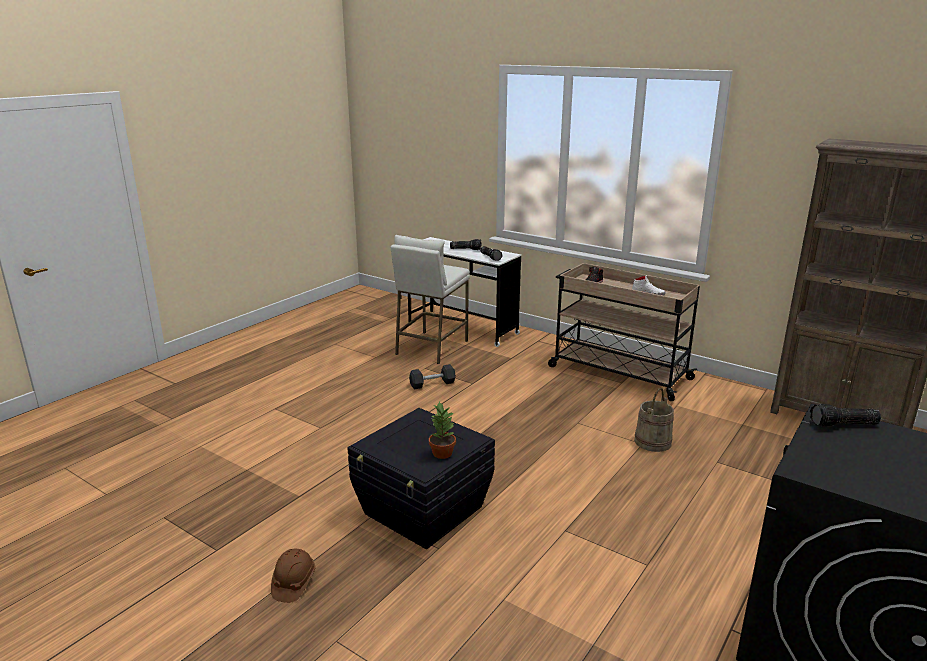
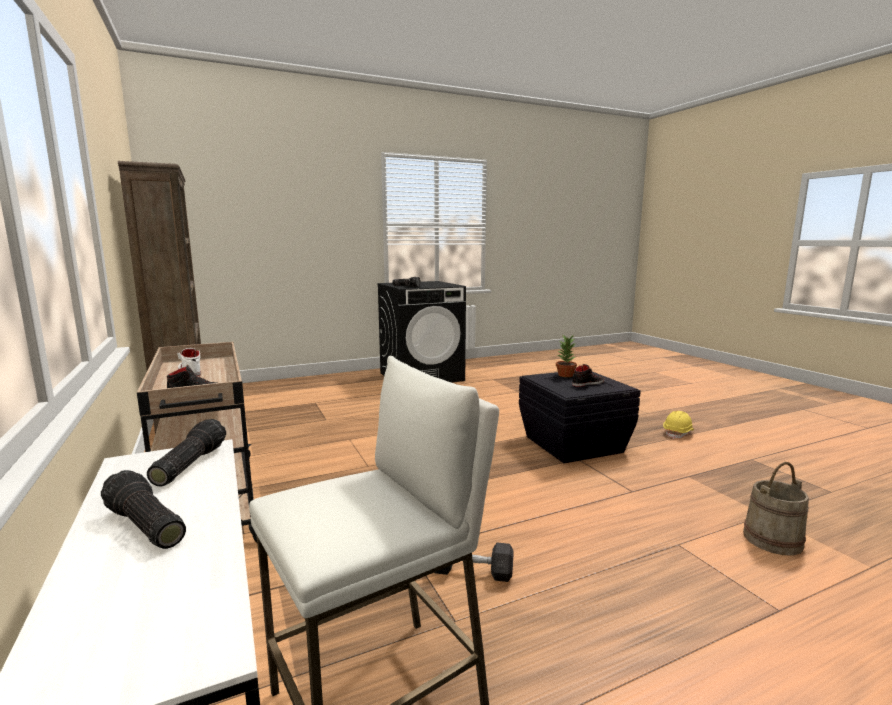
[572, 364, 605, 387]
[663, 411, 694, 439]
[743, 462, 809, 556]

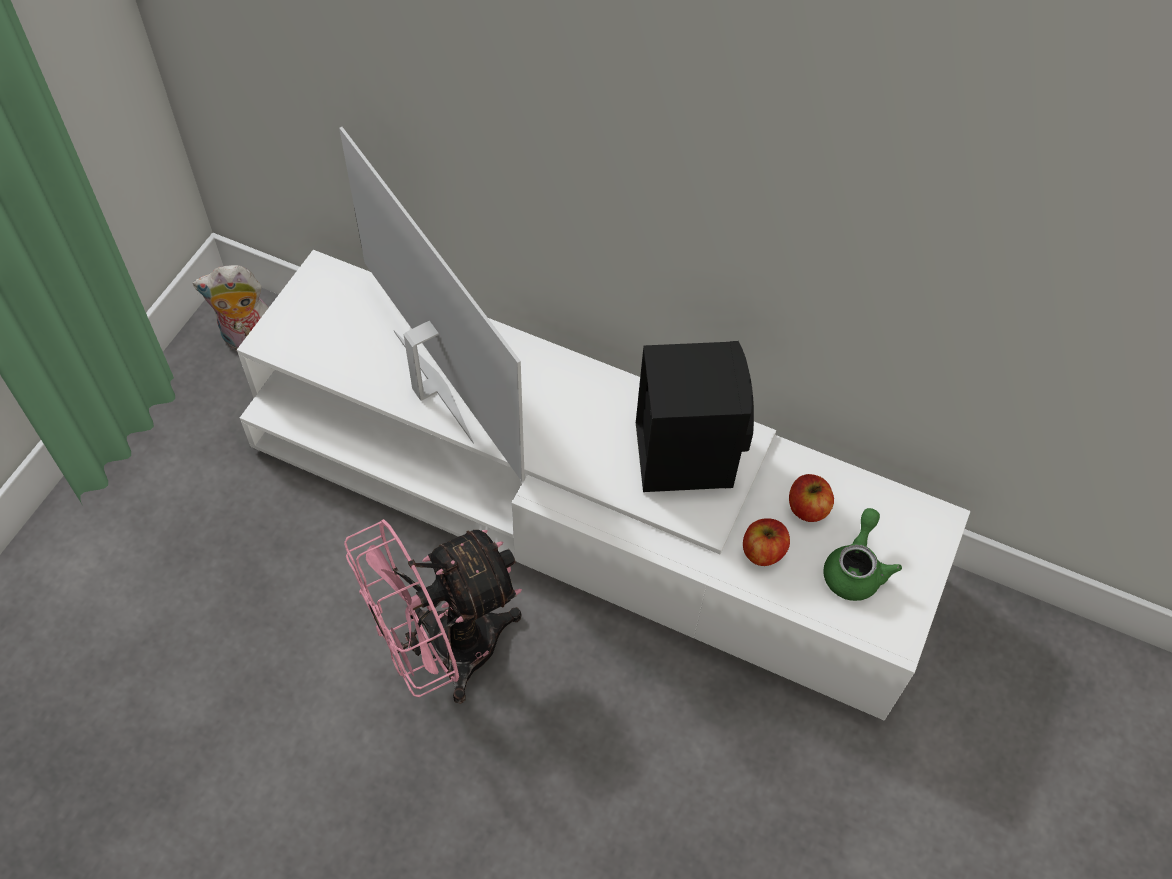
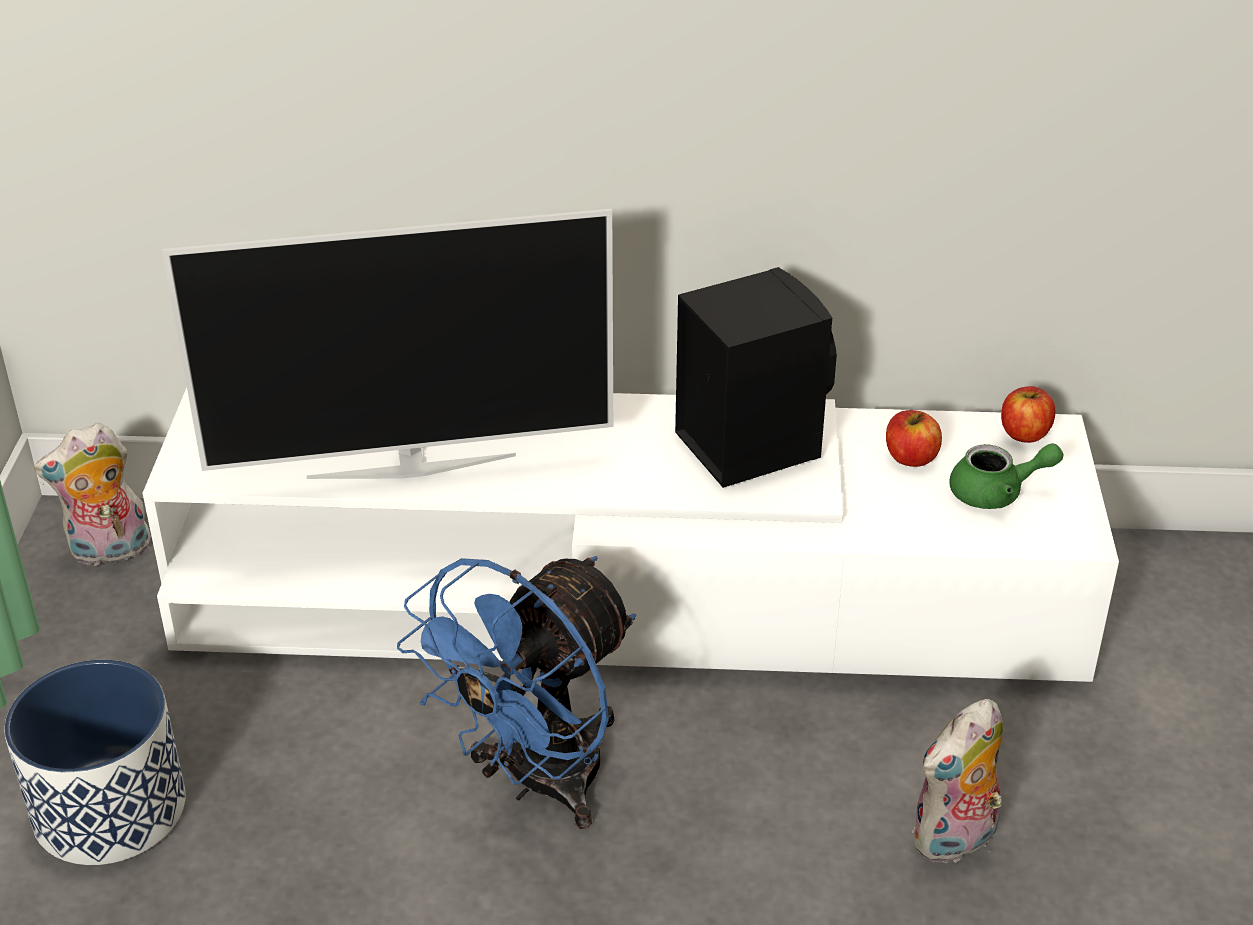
[4, 660, 186, 865]
[162, 209, 613, 479]
[397, 556, 636, 829]
[912, 699, 1003, 865]
[949, 443, 1063, 509]
[1001, 386, 1055, 443]

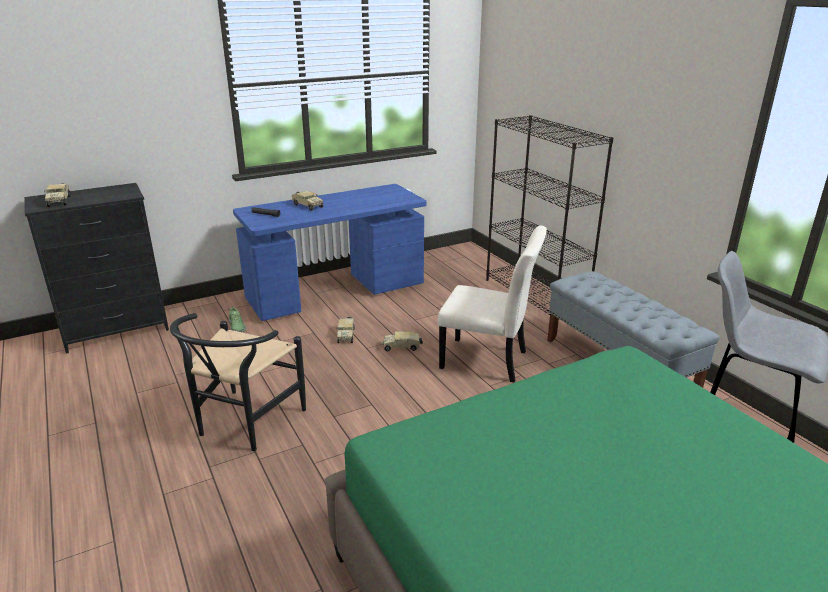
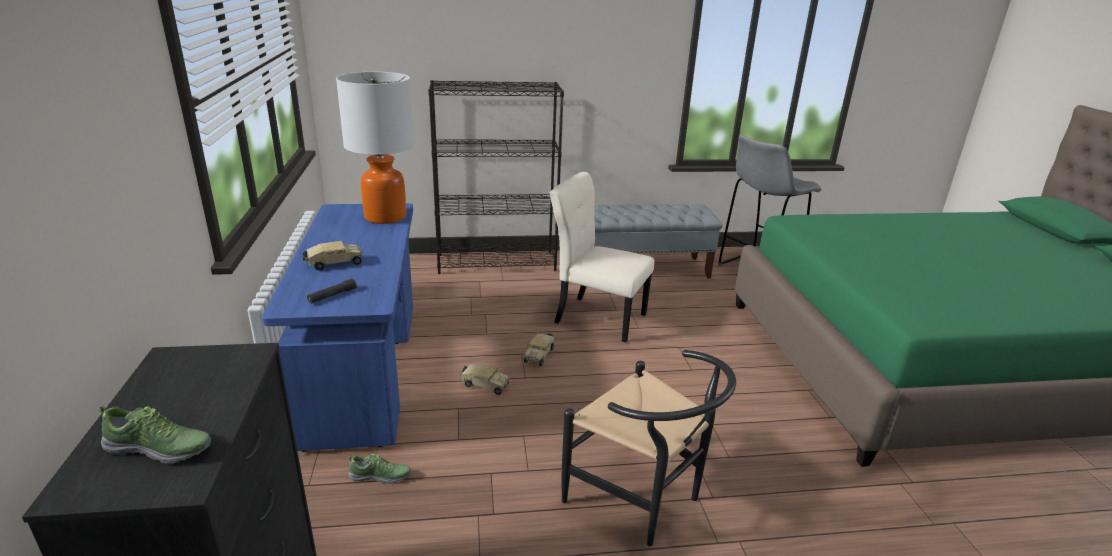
[98, 405, 211, 463]
[336, 72, 414, 224]
[549, 172, 655, 343]

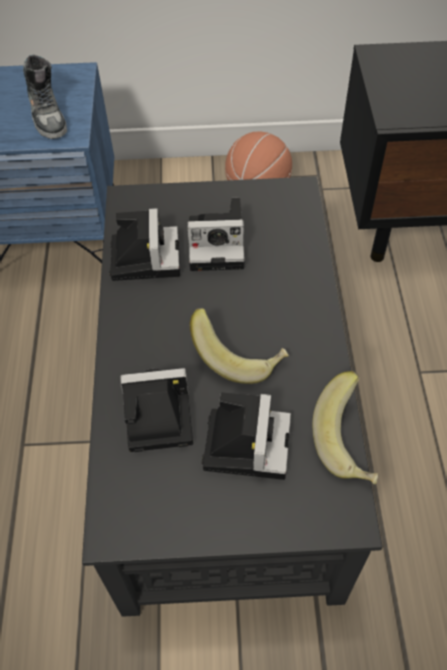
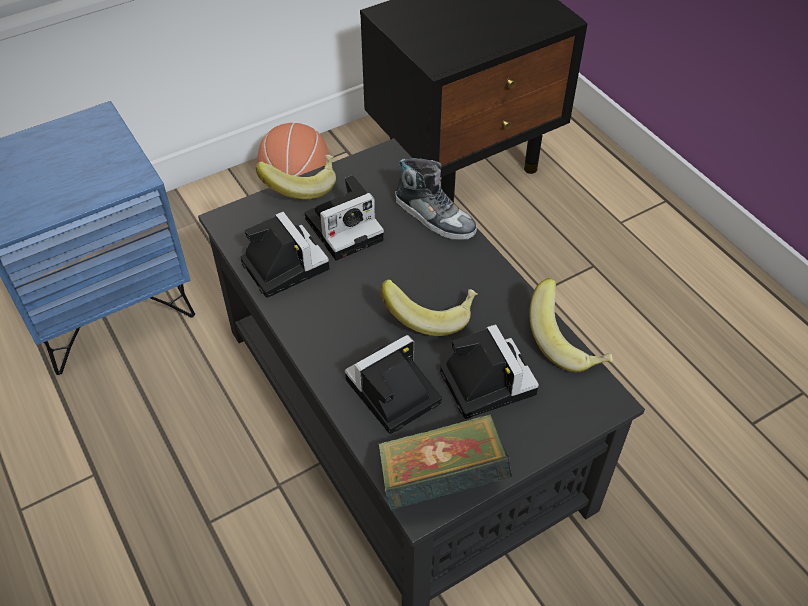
[256, 155, 336, 199]
[379, 414, 512, 511]
[395, 158, 477, 240]

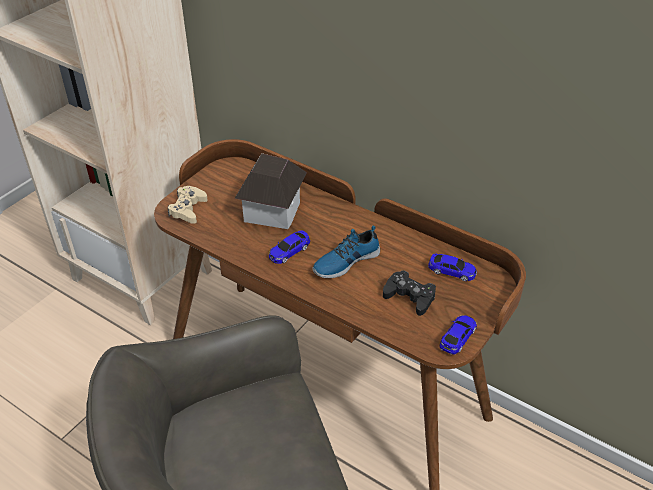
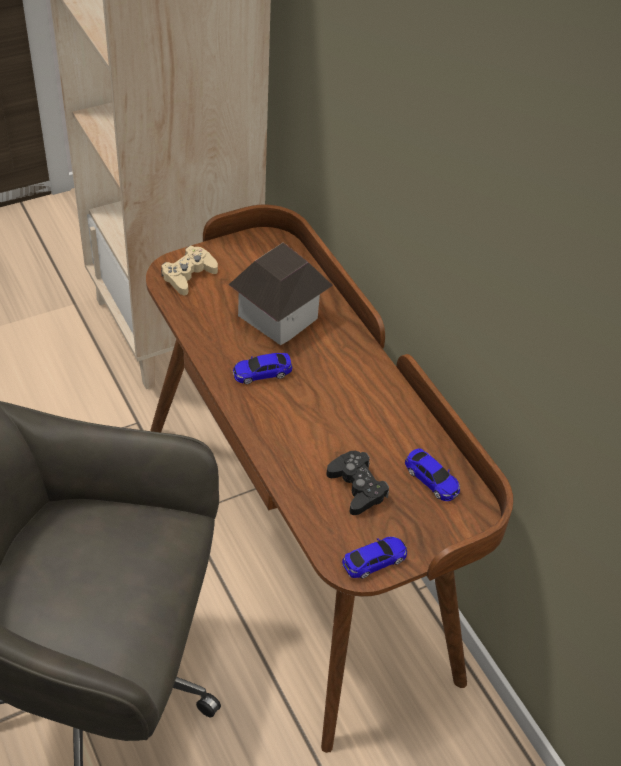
[312, 225, 380, 278] (first image)

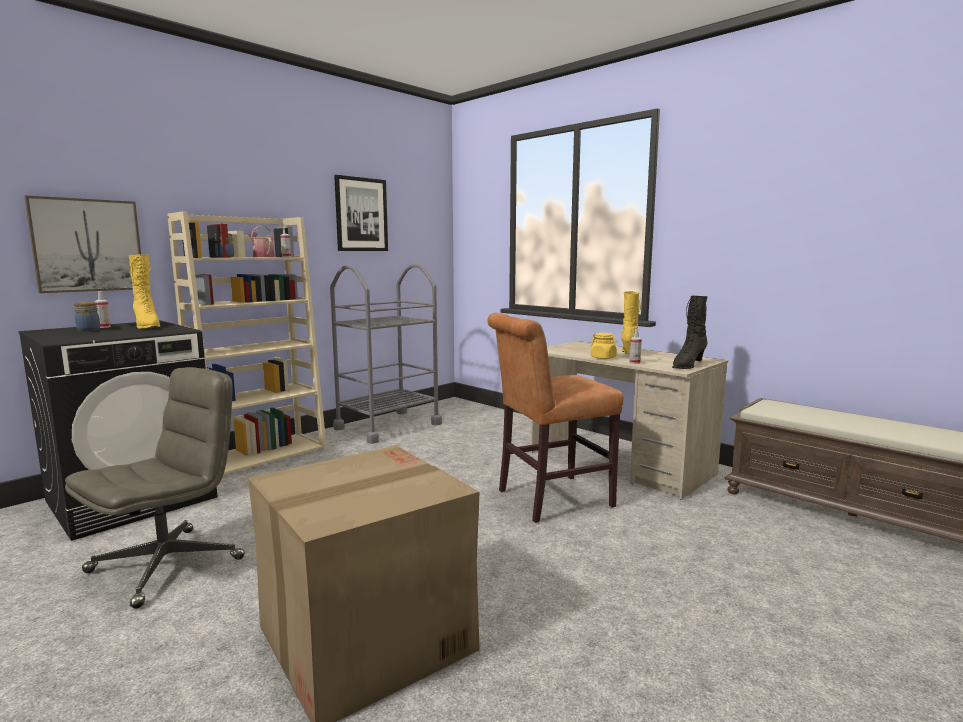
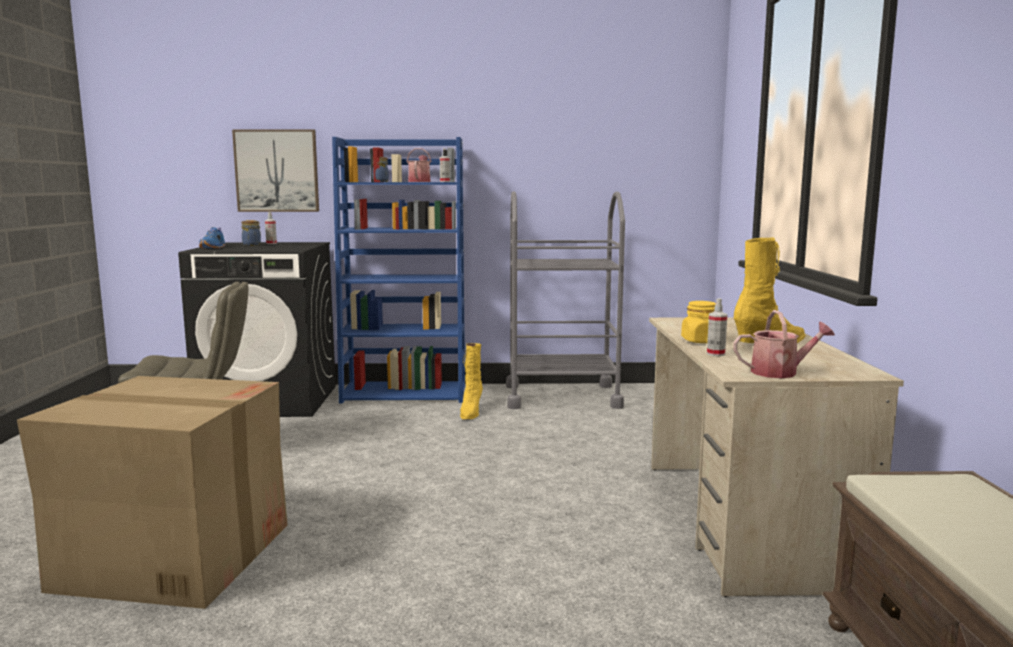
[199, 227, 225, 248]
[332, 137, 465, 403]
[460, 343, 483, 420]
[733, 310, 835, 378]
[334, 175, 388, 251] (first image)
[487, 313, 624, 523] (first image)

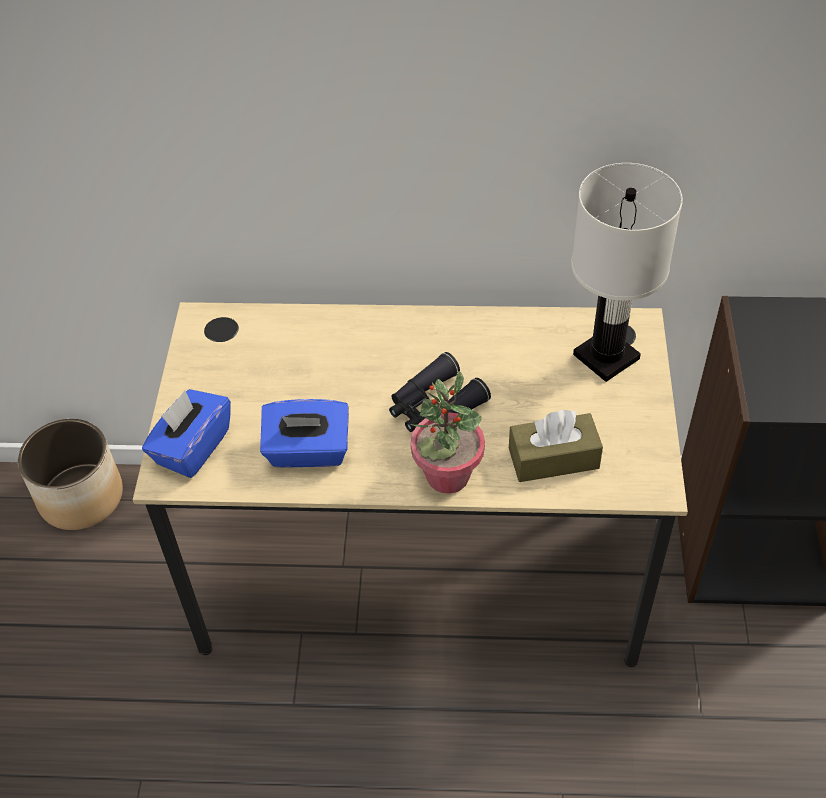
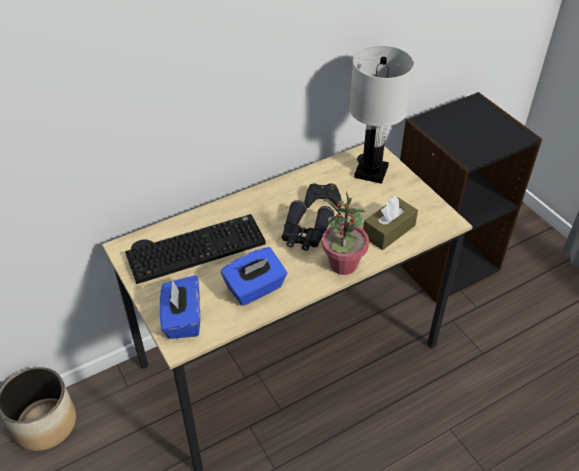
[125, 214, 266, 284]
[305, 183, 342, 209]

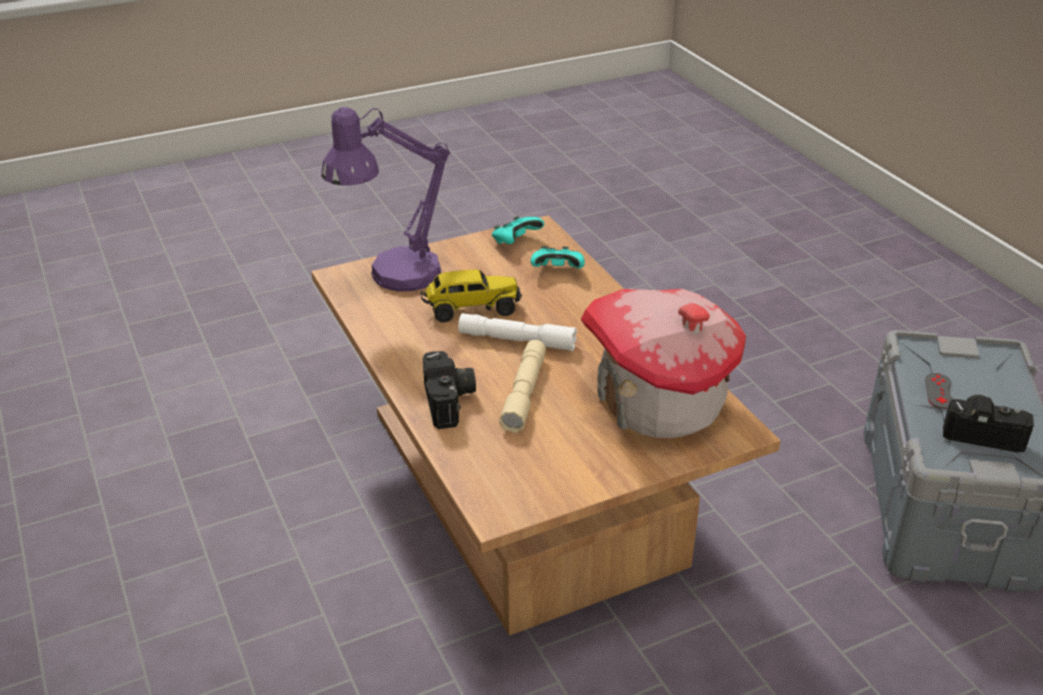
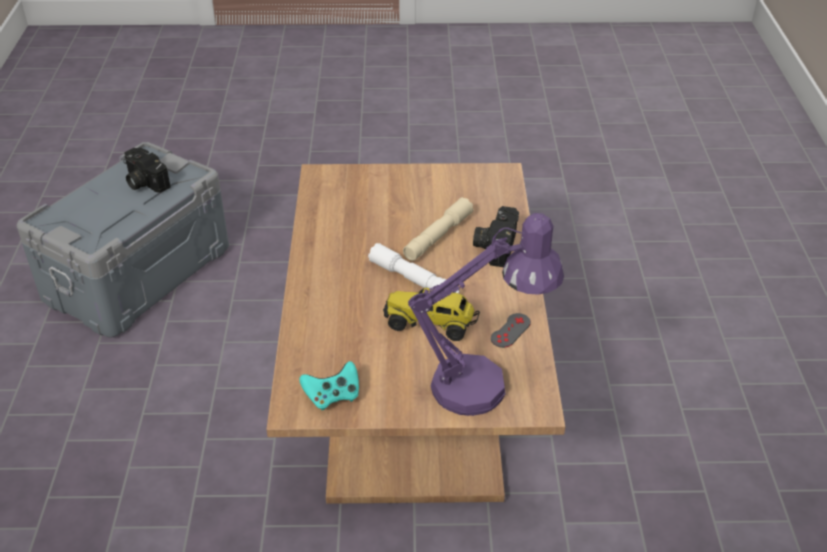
[491, 313, 531, 348]
[531, 246, 585, 269] (first image)
[581, 289, 746, 438] (first image)

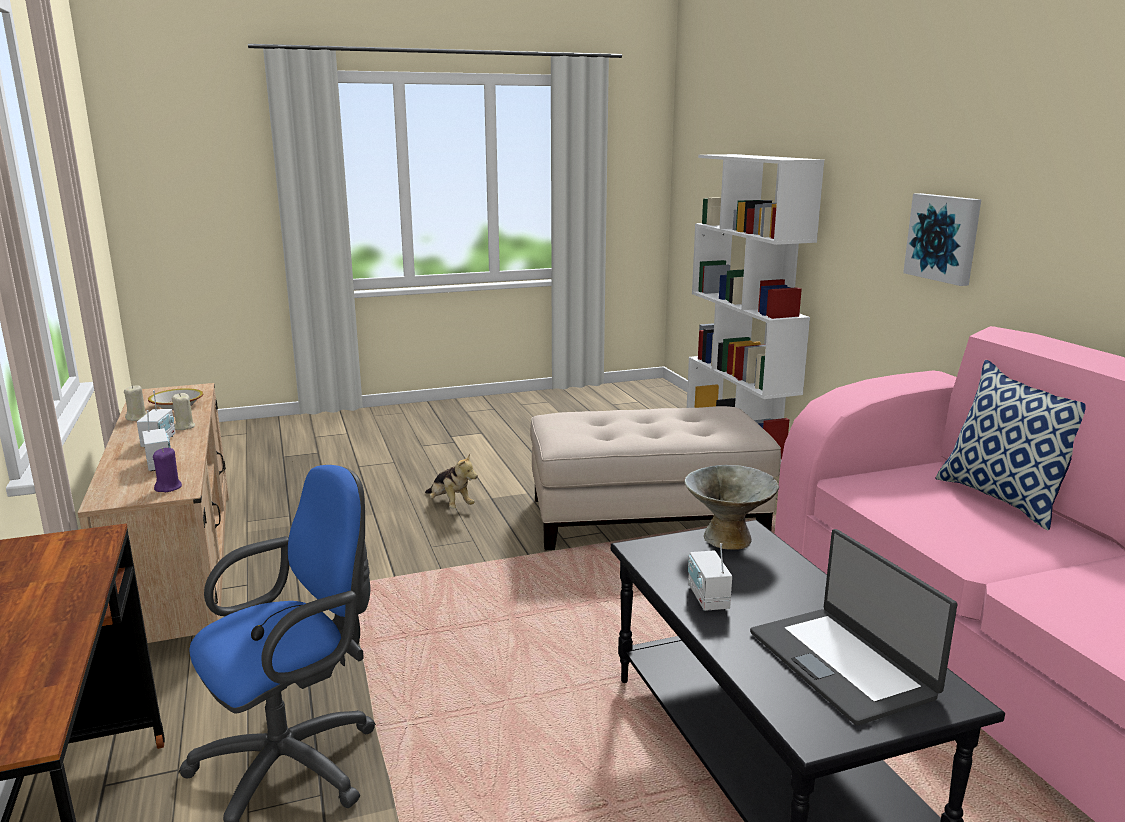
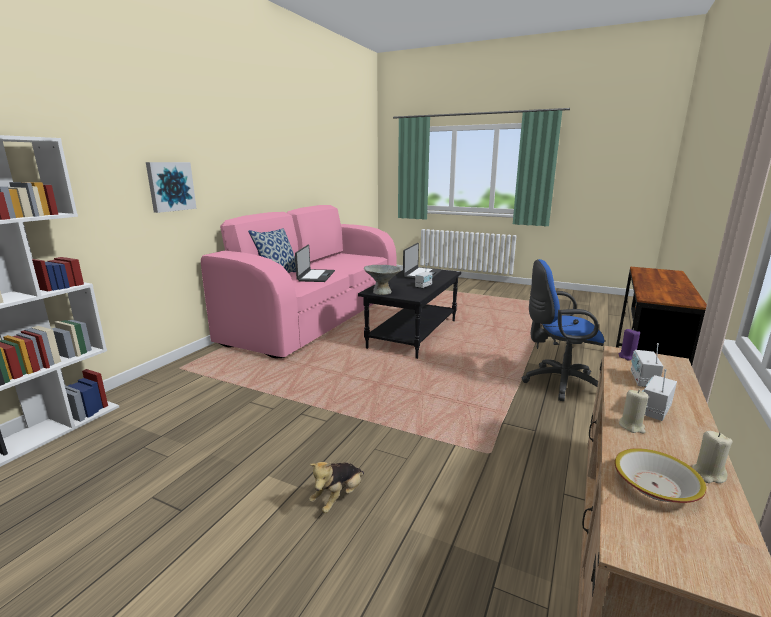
[295, 245, 335, 282]
[309, 462, 364, 513]
[530, 406, 781, 550] (first image)

